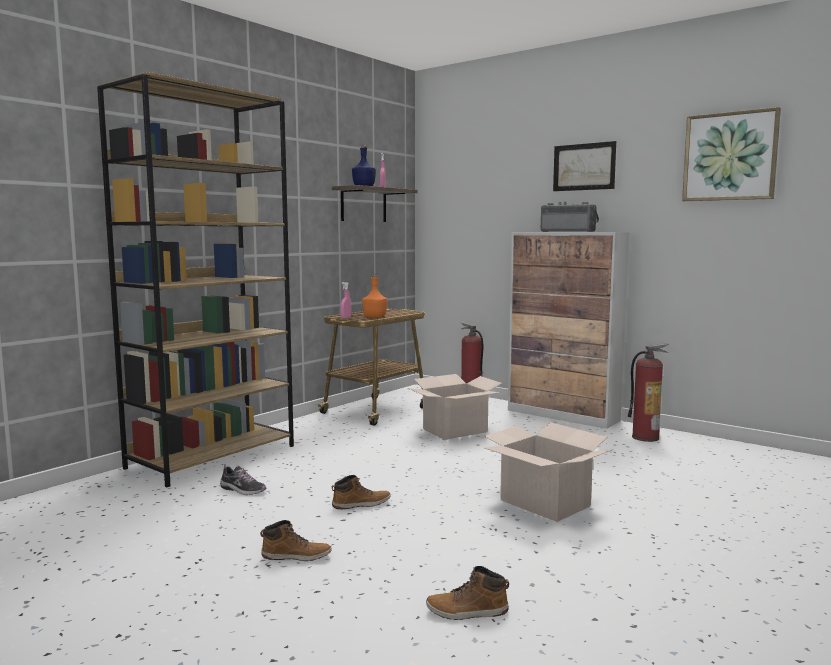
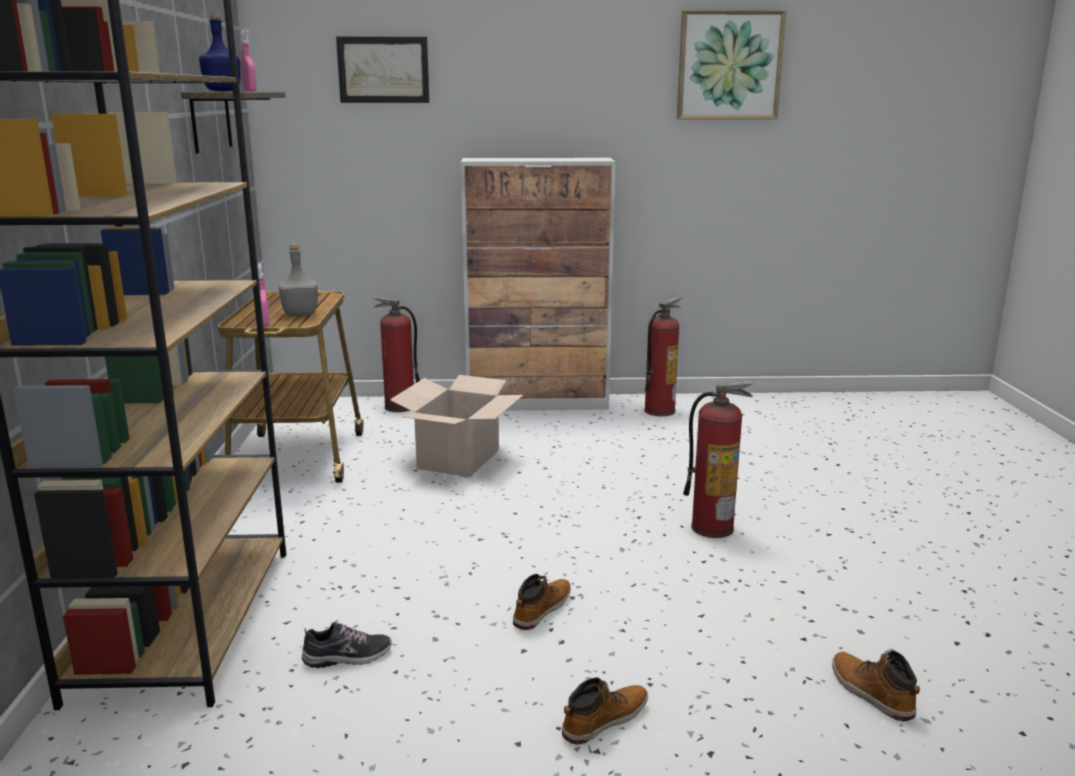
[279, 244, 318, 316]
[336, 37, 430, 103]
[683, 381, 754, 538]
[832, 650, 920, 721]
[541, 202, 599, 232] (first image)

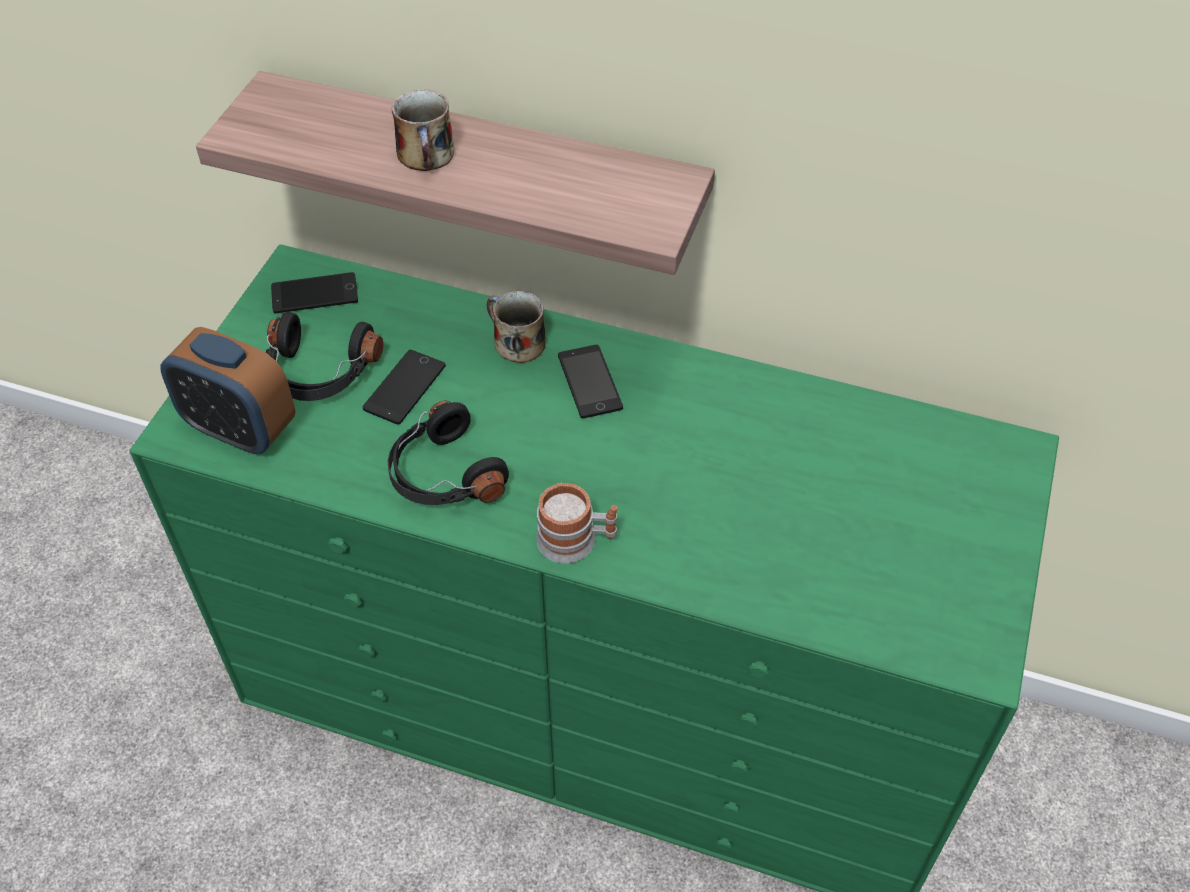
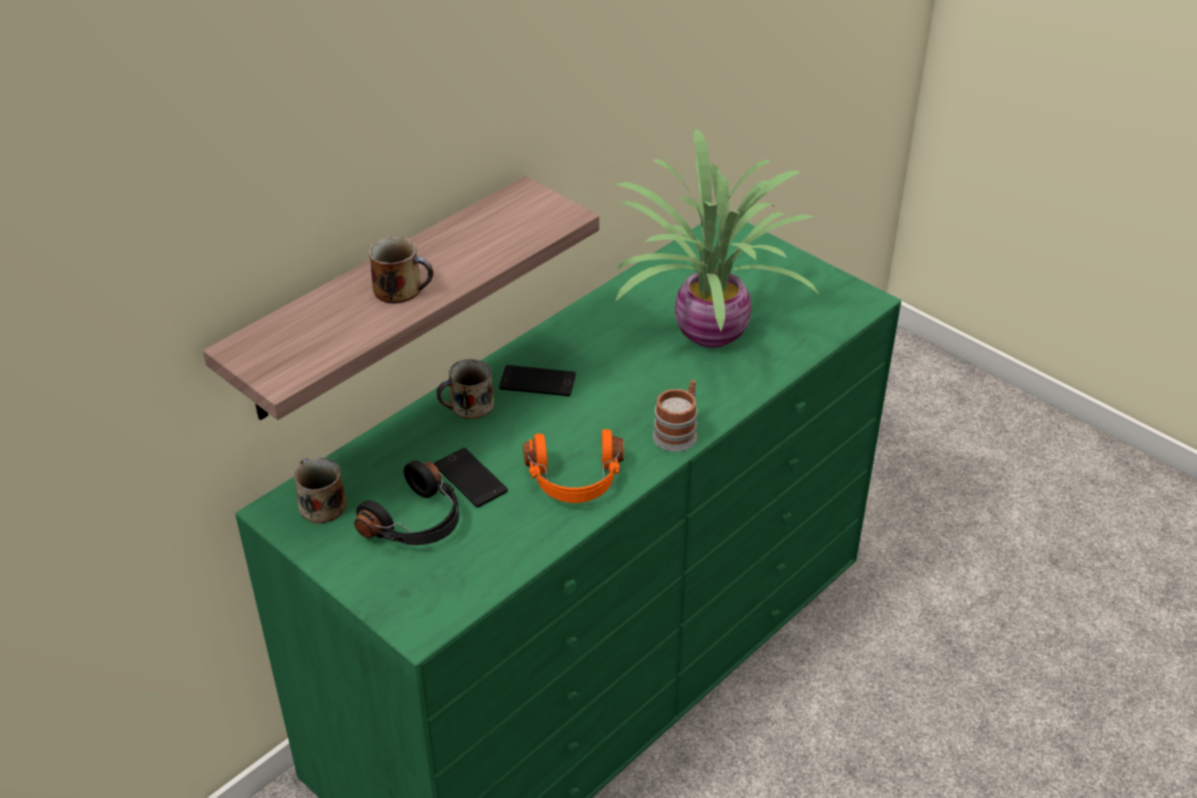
[294, 458, 346, 523]
[523, 429, 624, 503]
[613, 129, 819, 348]
[160, 327, 295, 454] (first image)

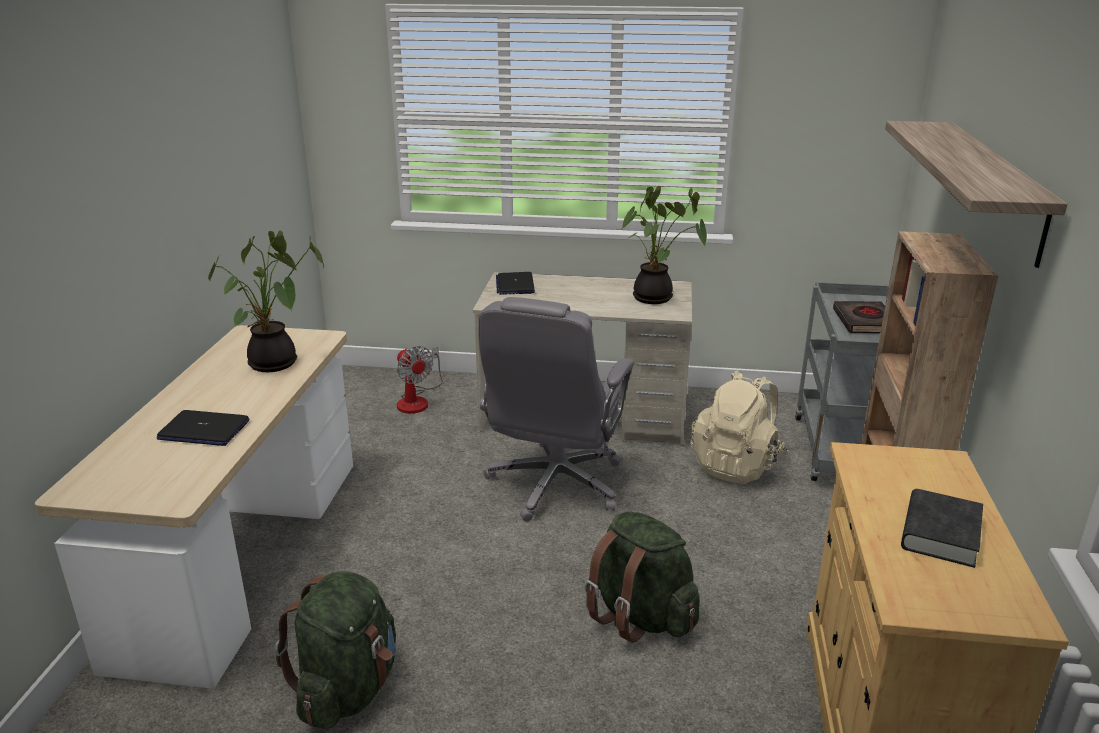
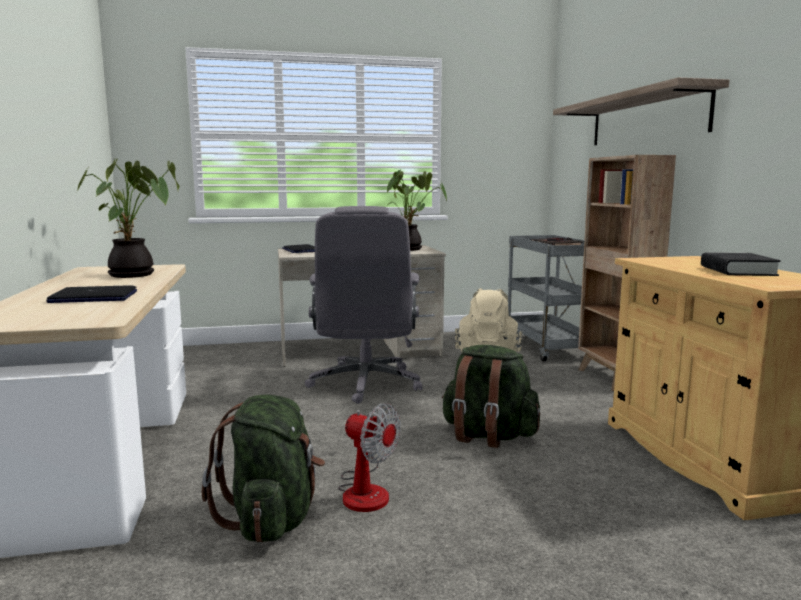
[338, 403, 401, 512]

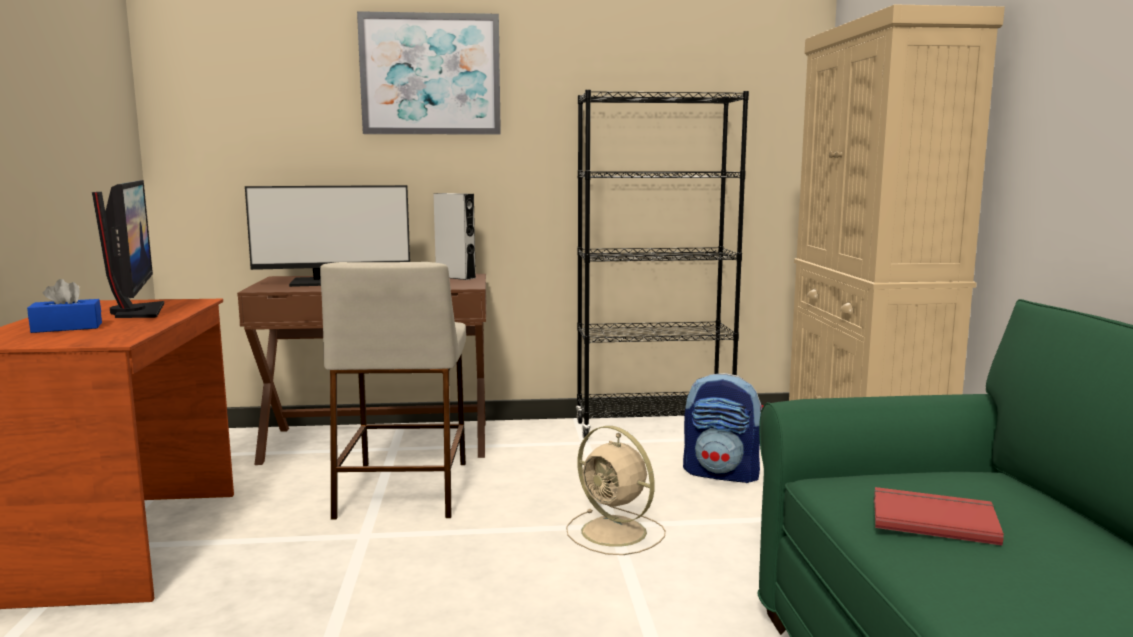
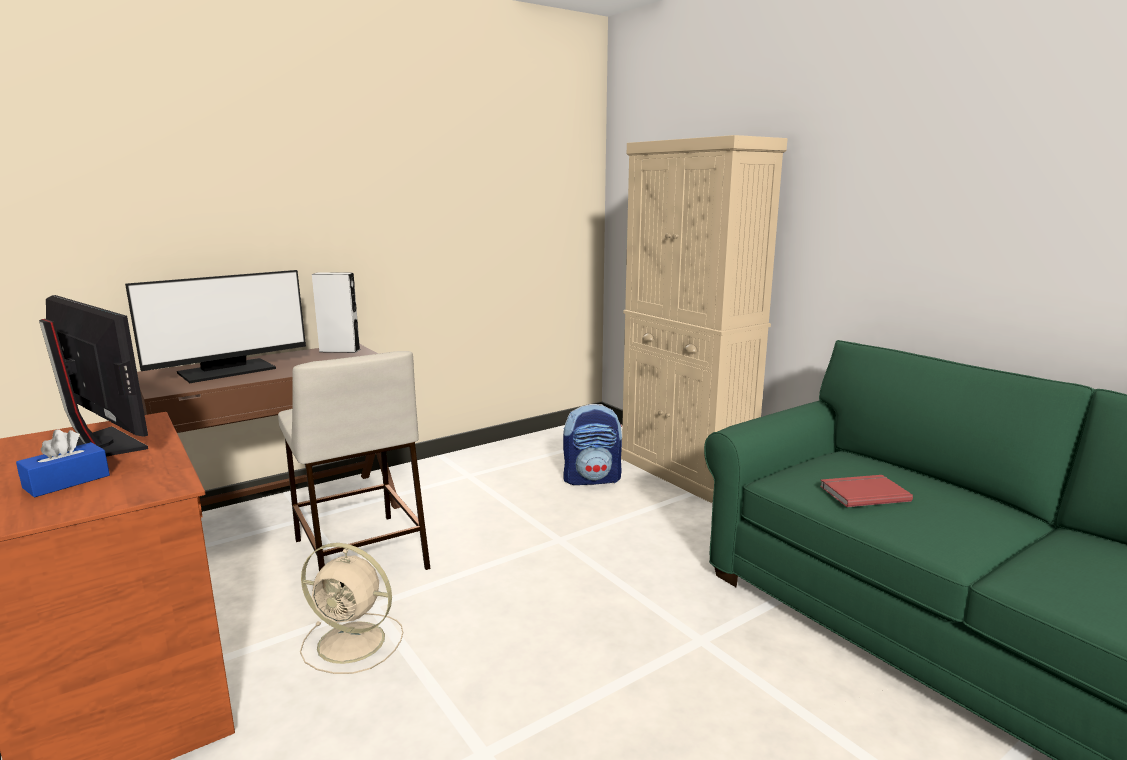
[300, 543, 403, 674]
[357, 11, 501, 135] (first image)
[576, 90, 749, 438] (first image)

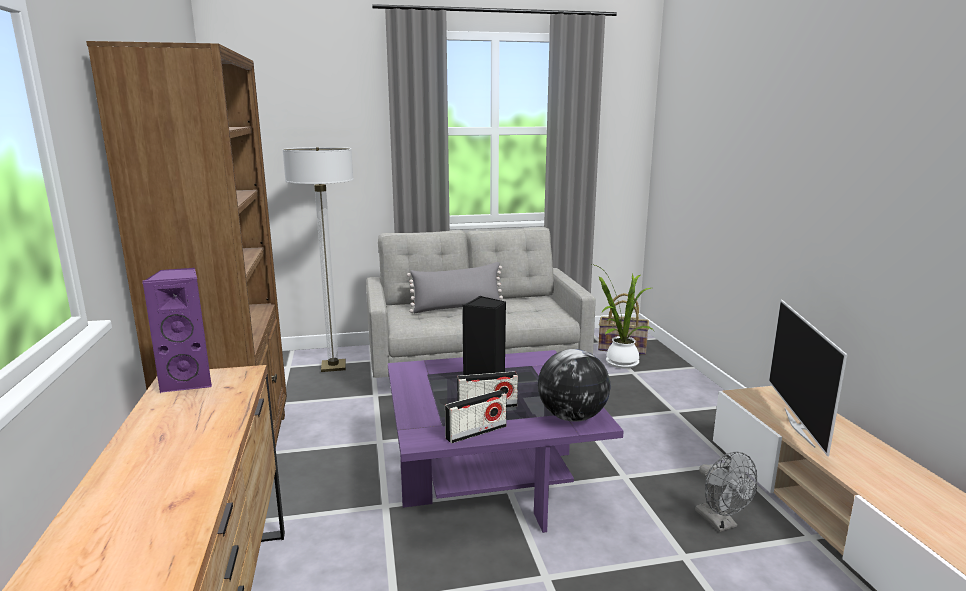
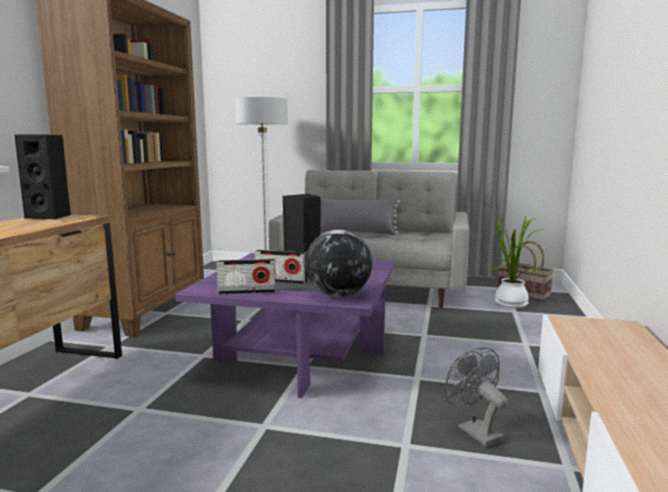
[15, 135, 71, 219]
[445, 347, 508, 447]
[769, 299, 847, 456] (first image)

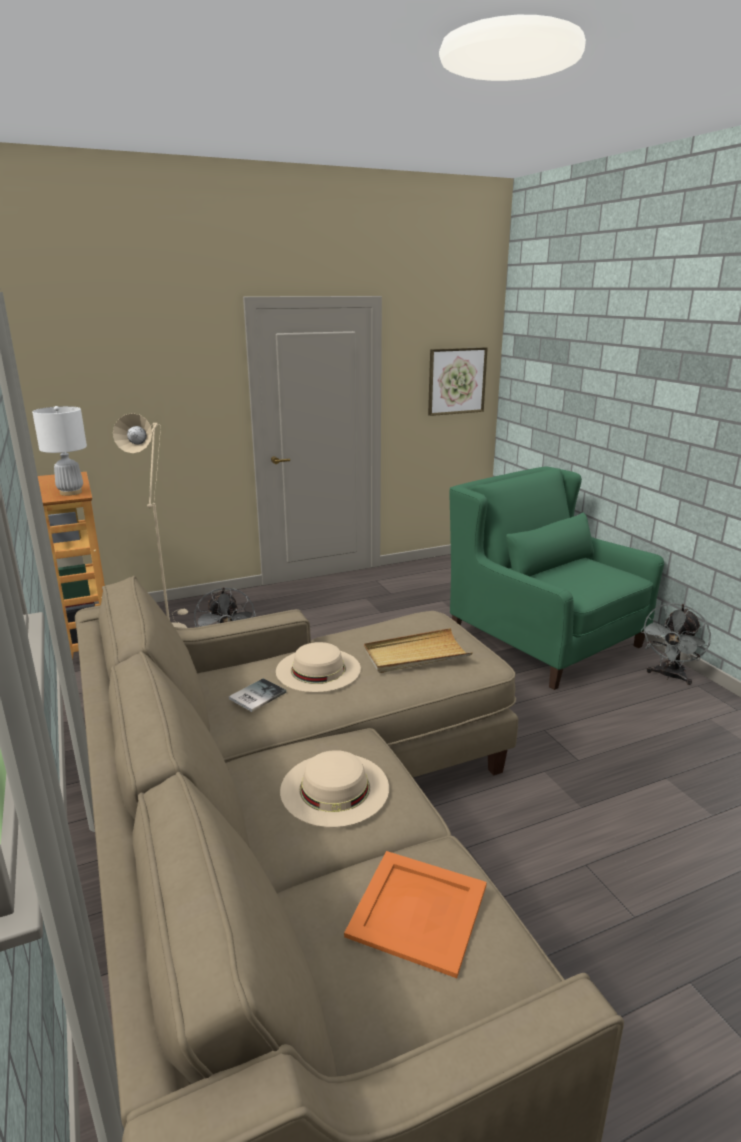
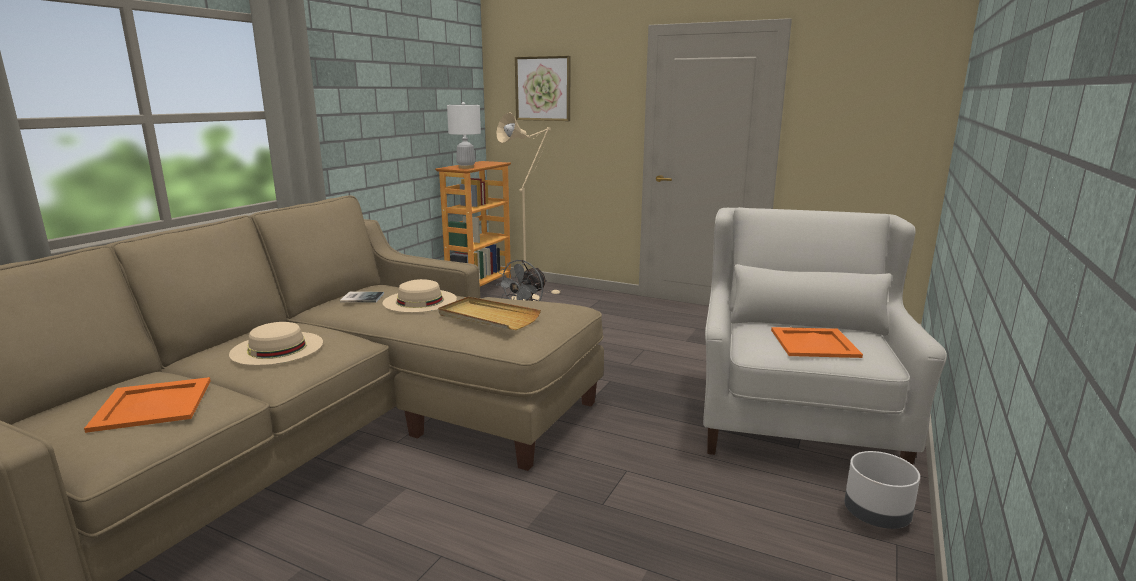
[515, 56, 570, 121]
[703, 207, 947, 465]
[771, 327, 863, 358]
[844, 451, 920, 529]

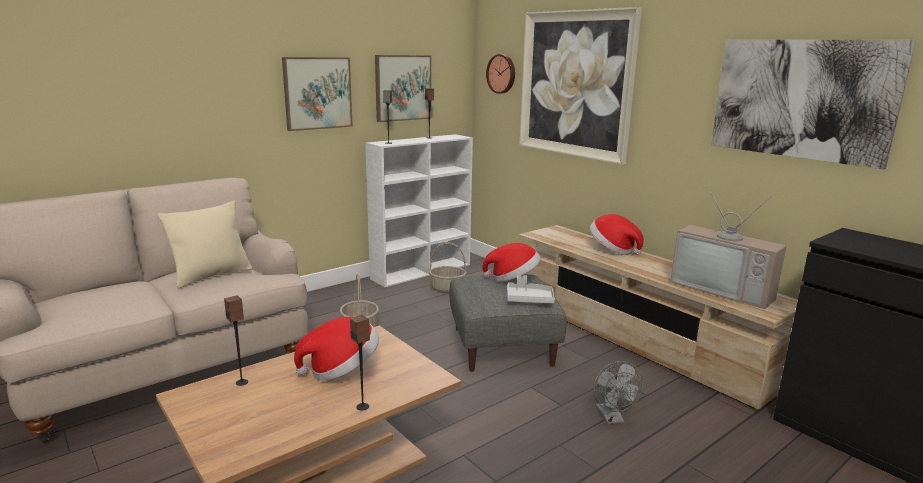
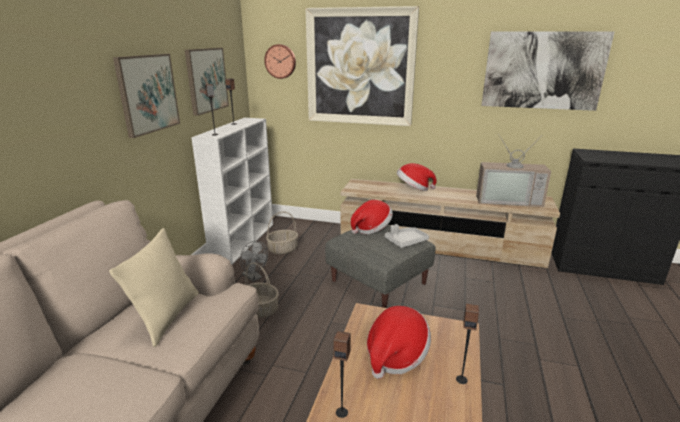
[240, 241, 268, 282]

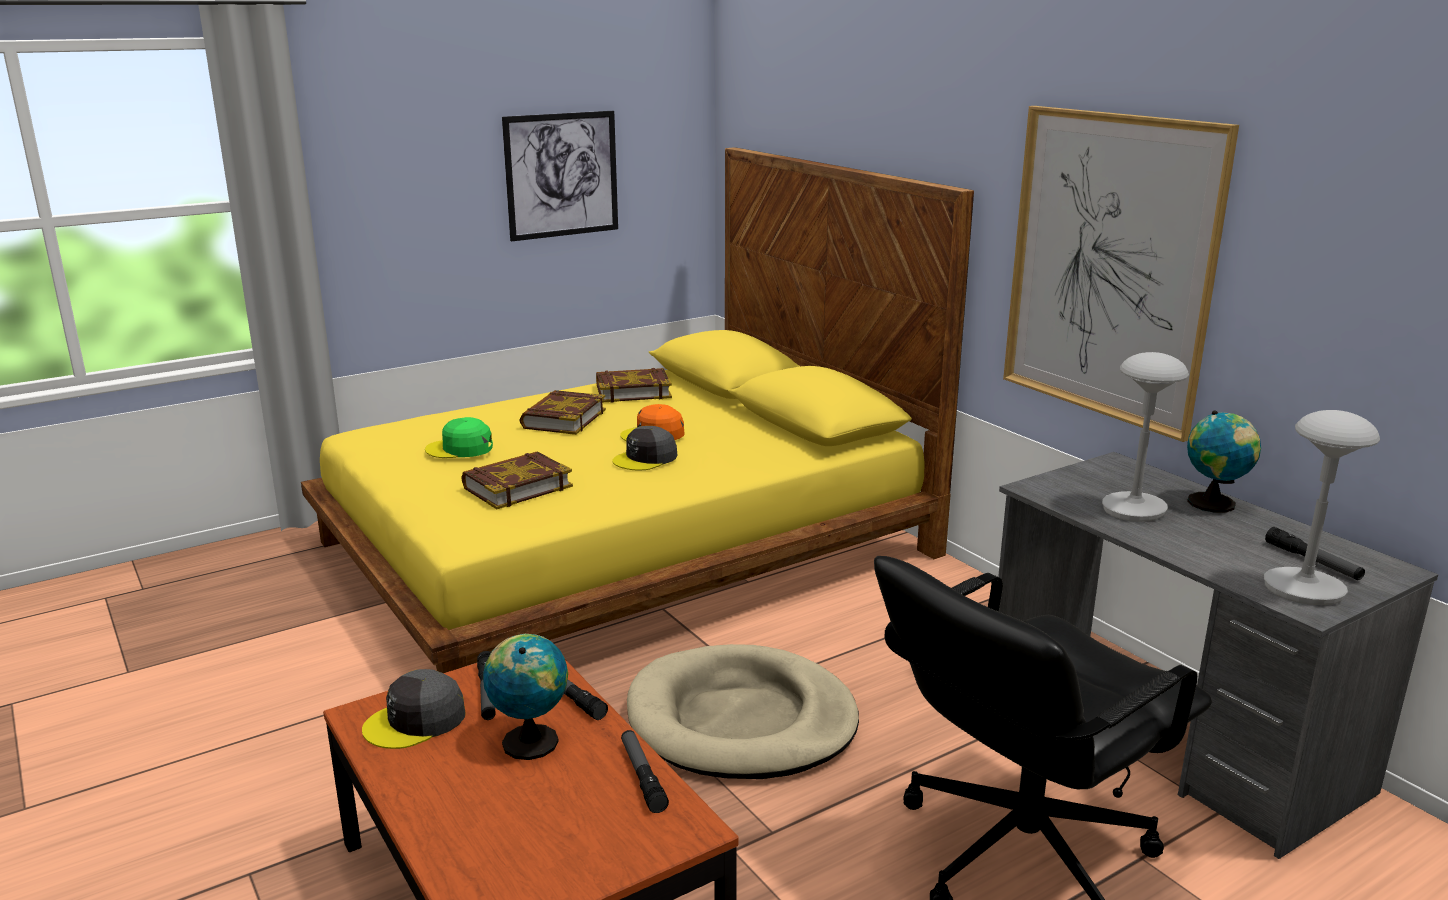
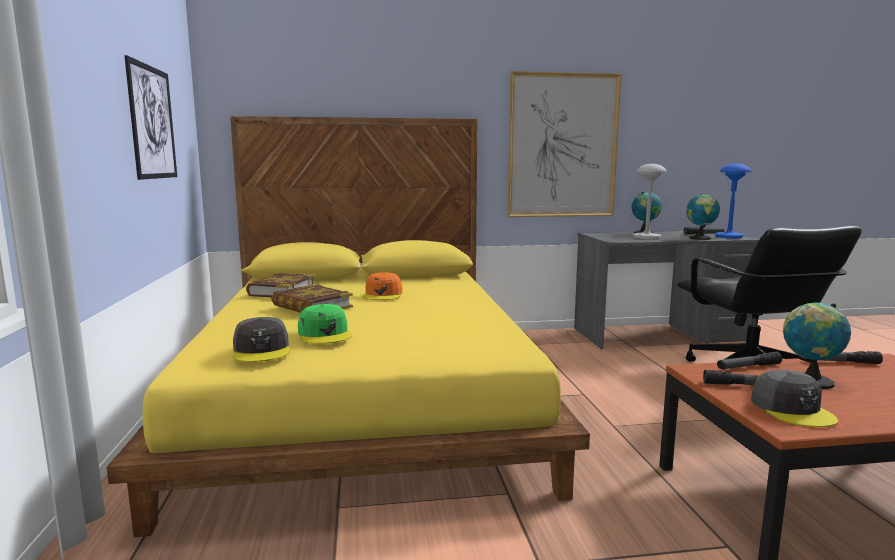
[233, 317, 290, 362]
[298, 304, 351, 344]
[686, 194, 720, 240]
[715, 164, 751, 239]
[461, 451, 573, 509] (first image)
[627, 644, 859, 779] (first image)

